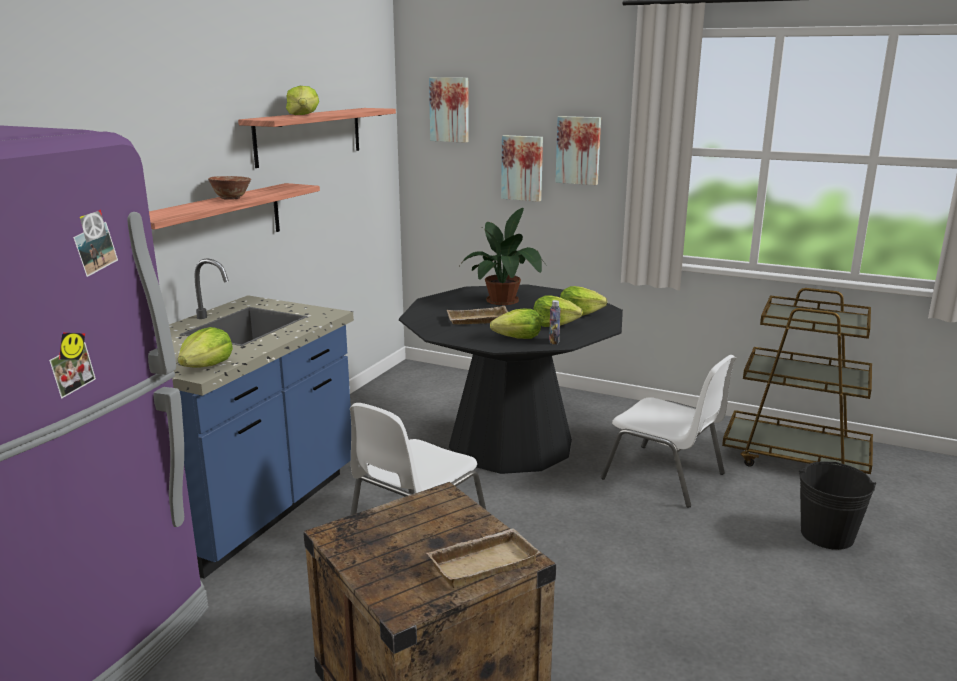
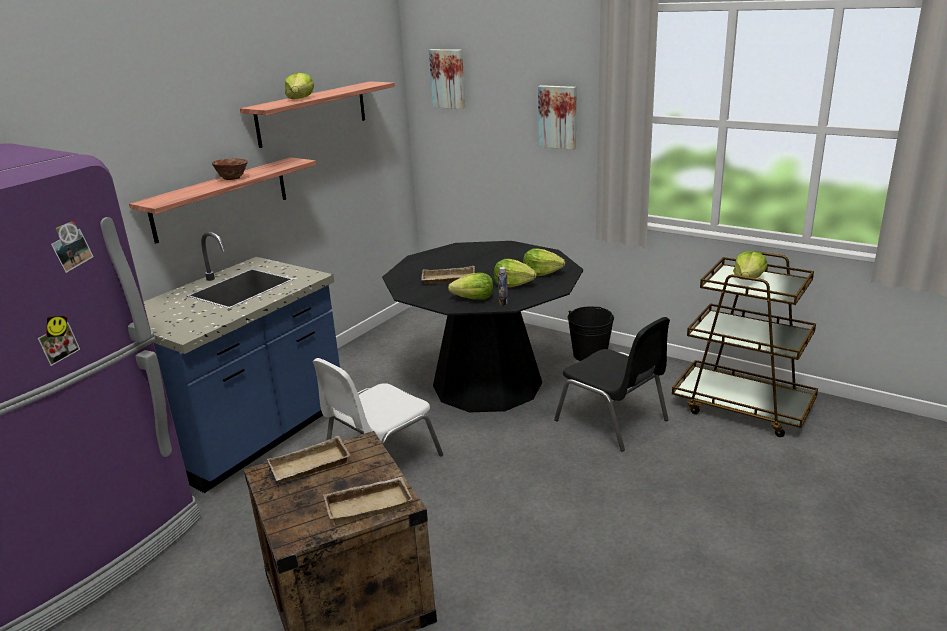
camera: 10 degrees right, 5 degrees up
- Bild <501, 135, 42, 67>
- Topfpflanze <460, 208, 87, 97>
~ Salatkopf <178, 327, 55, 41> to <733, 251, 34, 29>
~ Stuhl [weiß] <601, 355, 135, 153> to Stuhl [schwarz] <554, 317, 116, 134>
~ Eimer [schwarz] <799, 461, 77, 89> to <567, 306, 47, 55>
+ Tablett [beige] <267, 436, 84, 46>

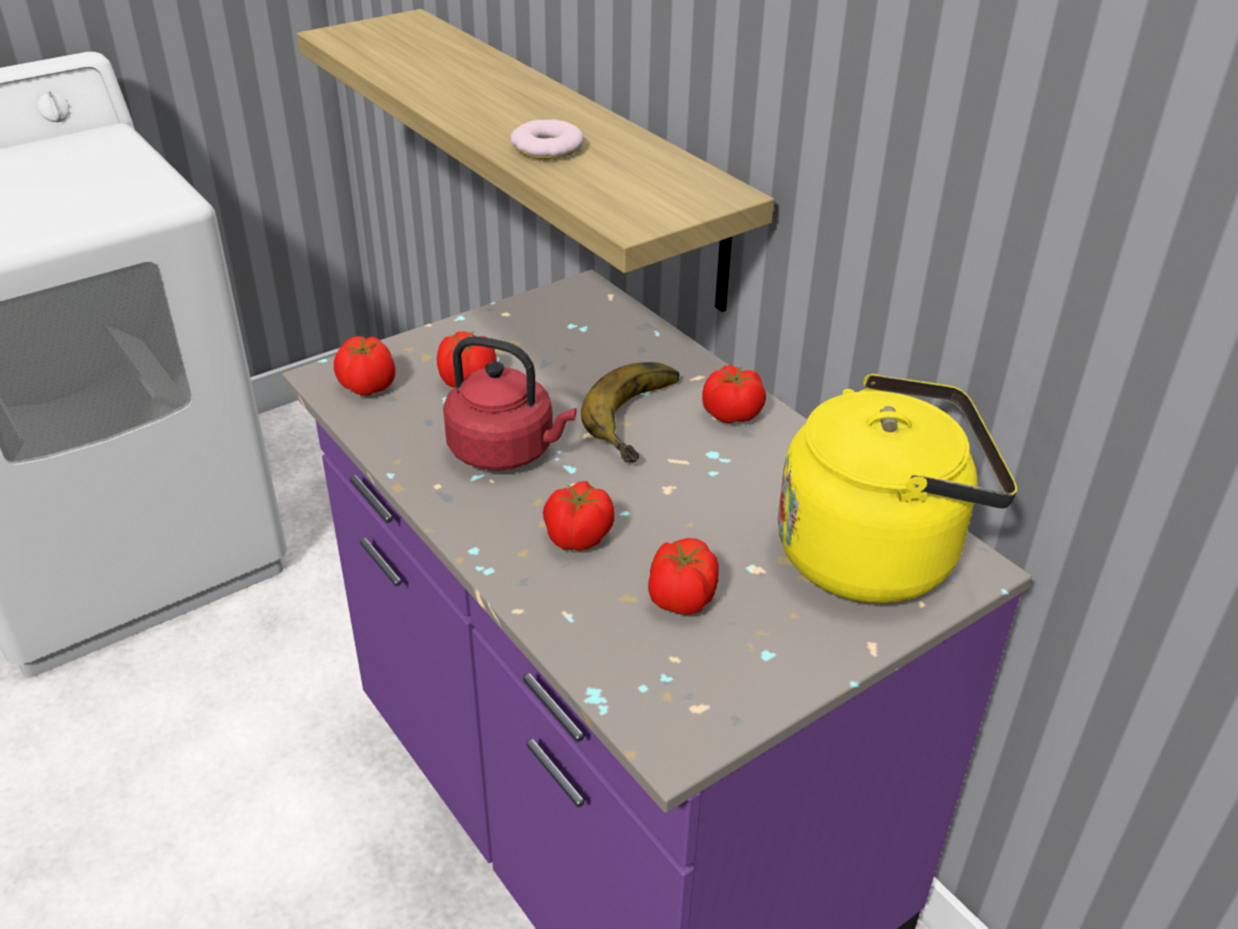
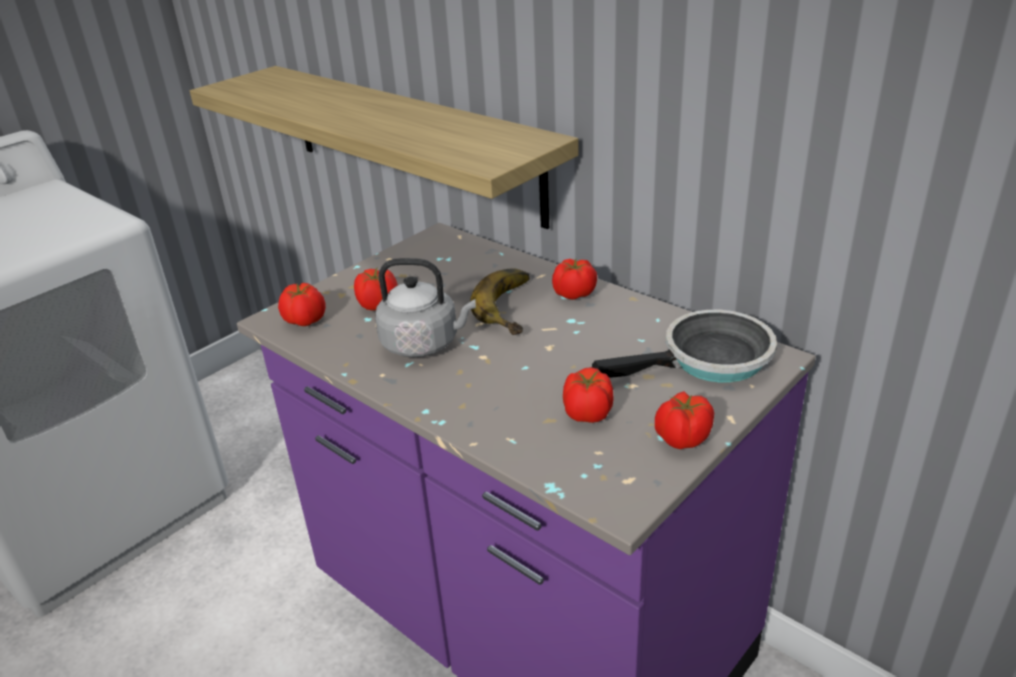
camera: 10 degrees left, 5 degrees down
- Donut <510, 120, 74, 39>
~ Wasserkessel [rot] <443, 336, 133, 135> to Wasserkessel [grau] <375, 258, 101, 99>
~ Wasserkessel [gelb] <778, 374, 239, 229> to Pfanne <592, 310, 185, 73>
~ Tomate <543, 481, 71, 70> to <655, 391, 59, 58>

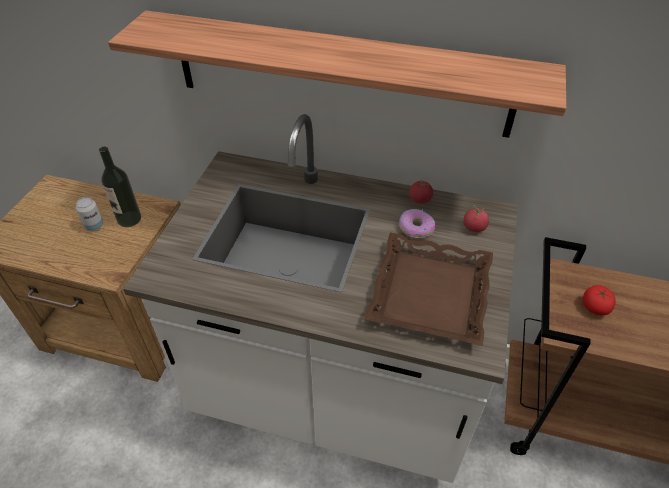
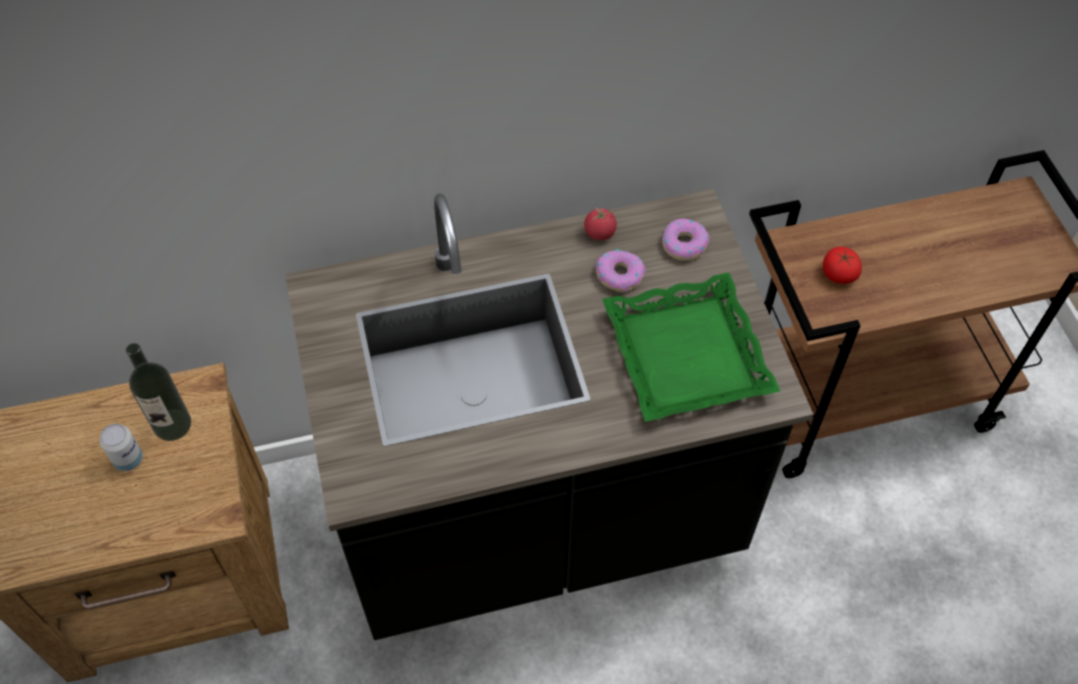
camera: 30 degrees left, 10 degrees up
- Wandregal <108, 11, 458, 127>
~ Küchenzeile [weiß] <123, 114, 395, 369> to Küchenzeile [schwarz] <285, 189, 529, 451>
~ Tomate <463, 205, 26, 27> to Donut <662, 218, 47, 43>
~ Tablett [braun] <365, 232, 128, 114> to Tablett [grün] <602, 272, 178, 150>

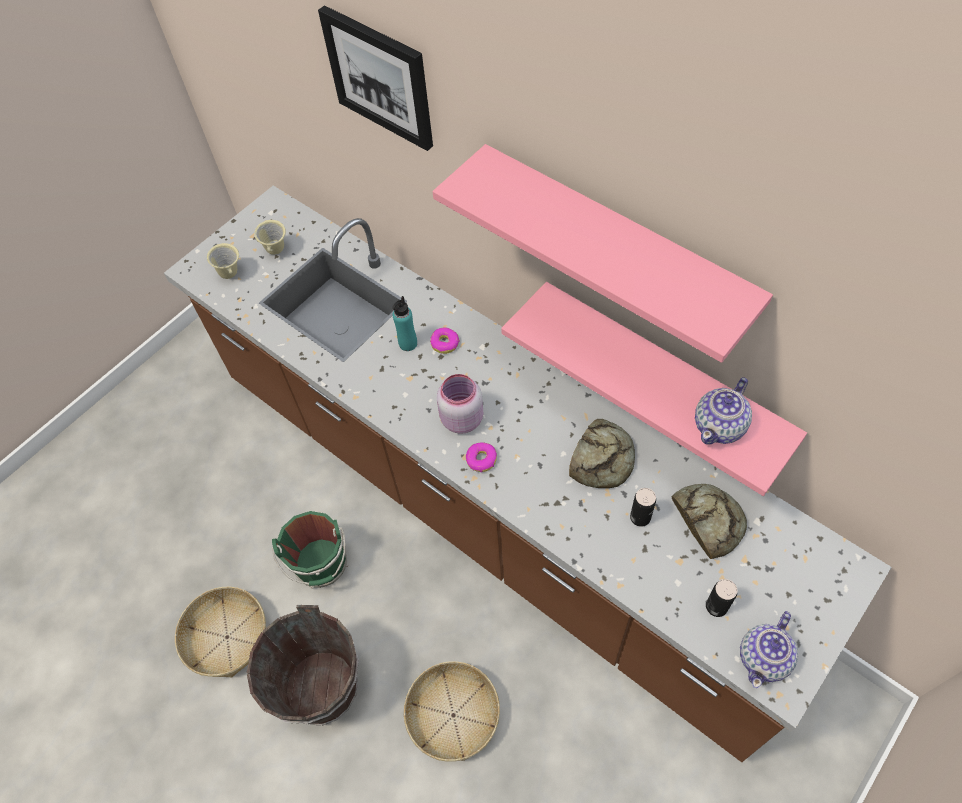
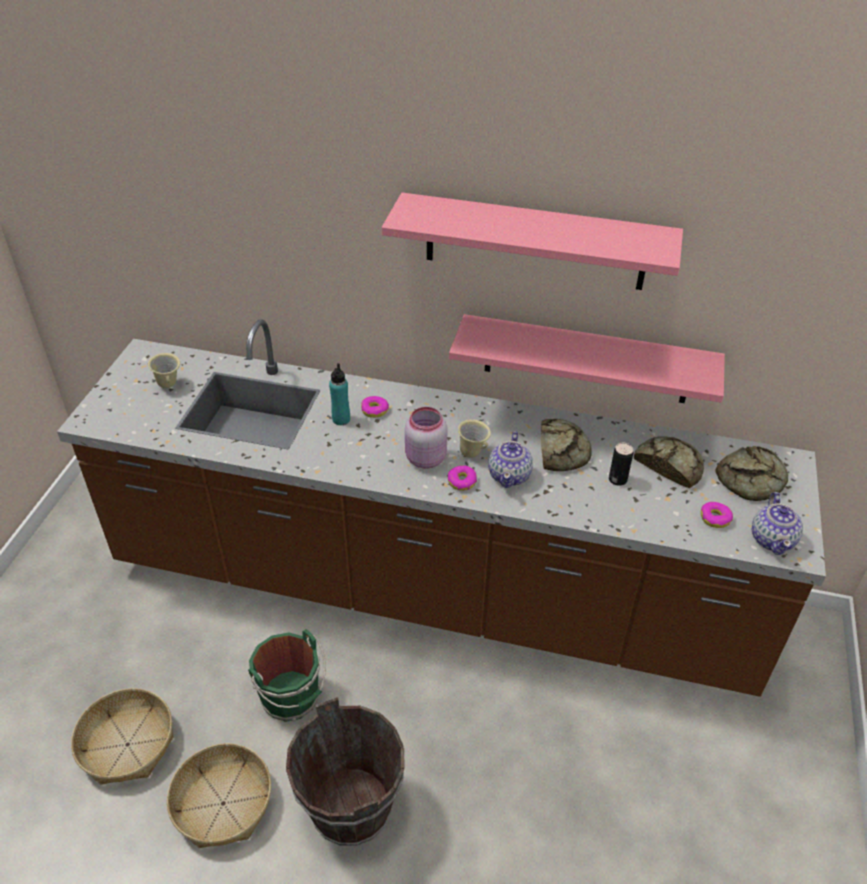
camera: 30 degrees left, 15 degrees down
- Bild <318, 5, 115, 146>
~ Henkelbecher [beige] <207, 243, 32, 36> to <458, 419, 33, 39>
~ Teekanne <695, 378, 57, 67> to <488, 431, 45, 57>
~ Dose <706, 579, 31, 38> to Donut <701, 502, 32, 26>
~ Korb <404, 661, 96, 101> to <71, 688, 103, 97>
+ Brot <715, 446, 73, 55>

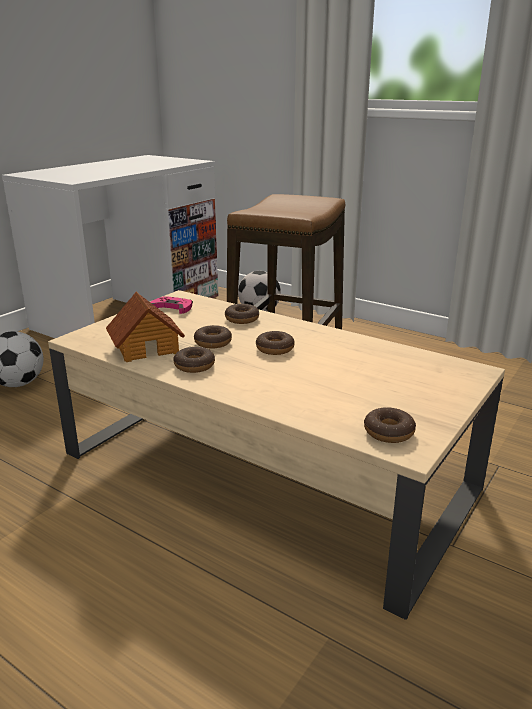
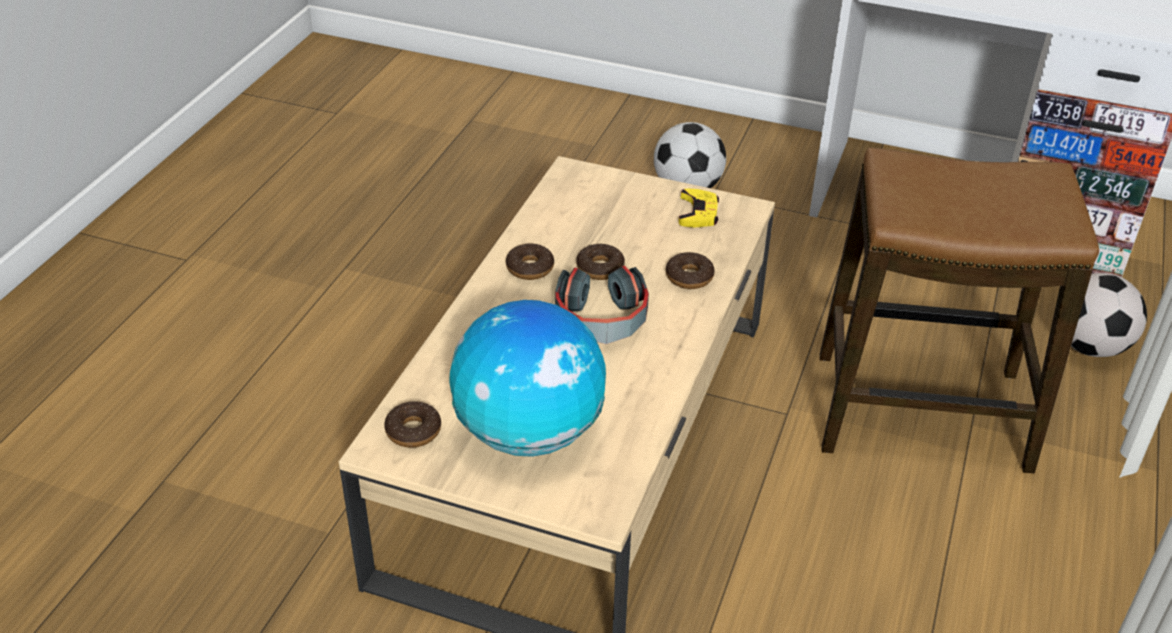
camera: 75 degrees right, 15 degrees up
- Spielzeughaus <106, 292, 79, 70>
~ Gamepad [rosa] <150, 296, 43, 18> to Gamepad [gelb] <679, 189, 40, 38>
~ Donut <256, 331, 38, 24> to Kopfhörer <555, 266, 94, 78>
+ Globus <449, 300, 157, 157>

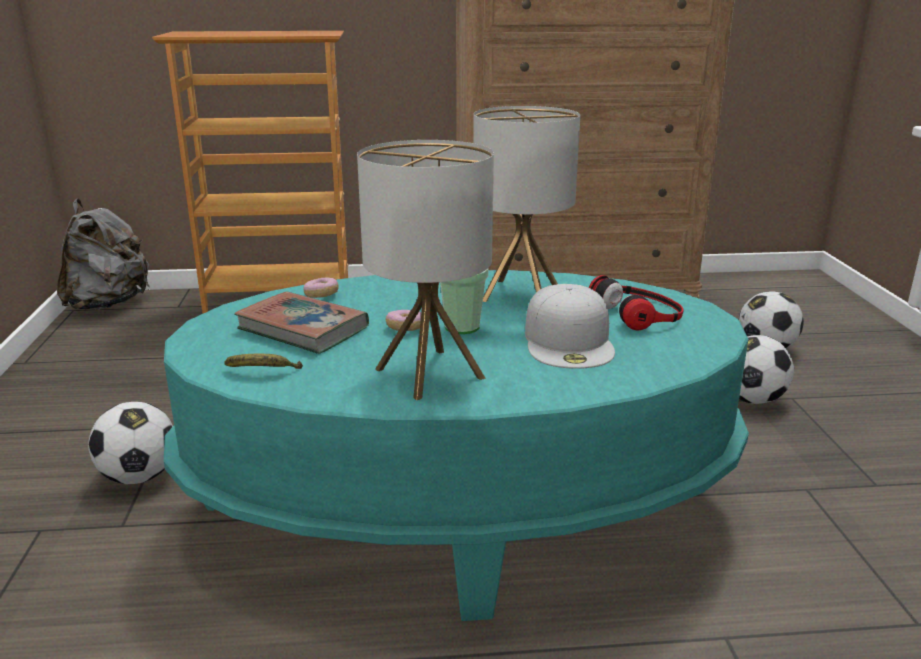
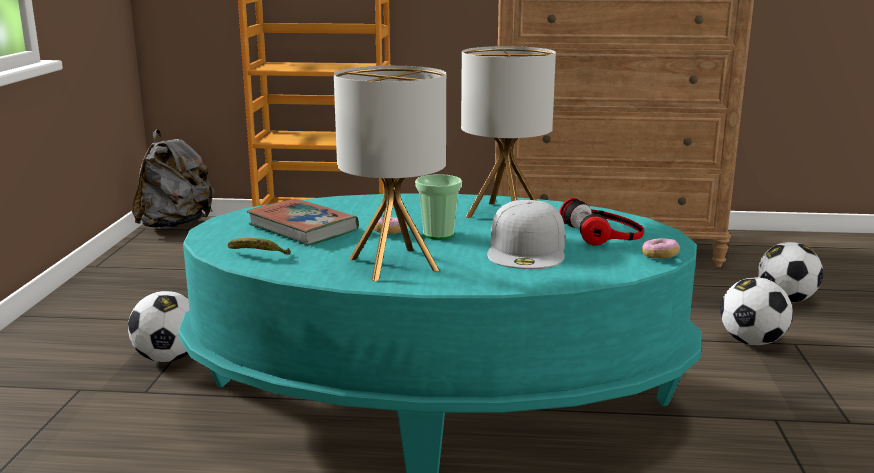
camera: 10 degrees right, 5 degrees down
~ Donut <303, 277, 36, 21> to <642, 238, 38, 20>

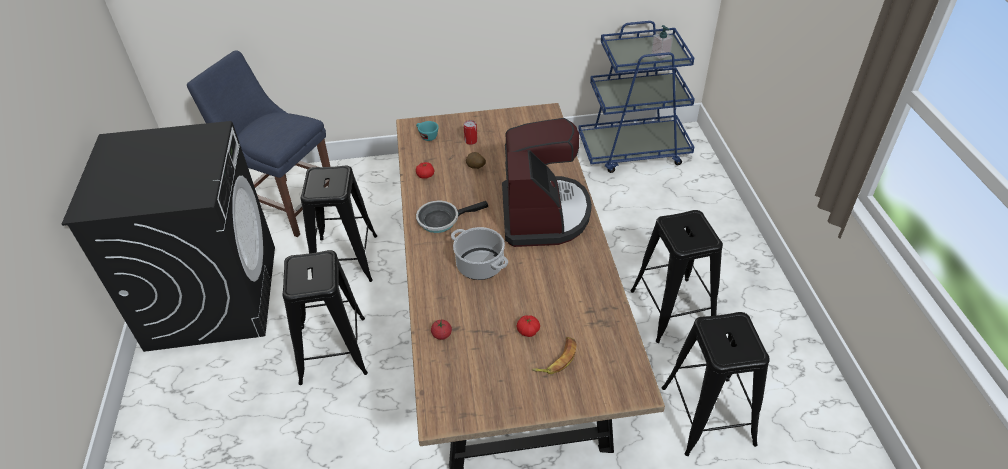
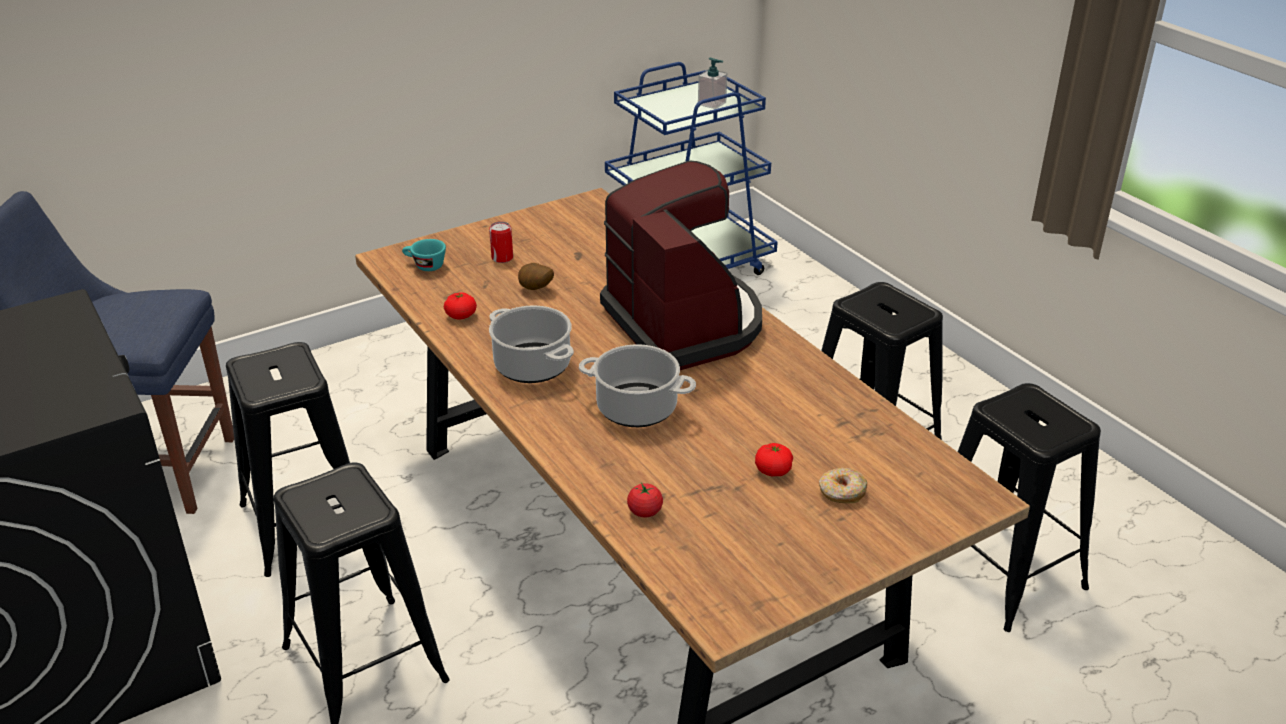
camera: 25 degrees left, 10 degrees down
~ Pfanne <416, 201, 72, 32> to Kochtopf <489, 305, 85, 78>
~ Banane <532, 337, 45, 37> to Donut <819, 468, 48, 35>

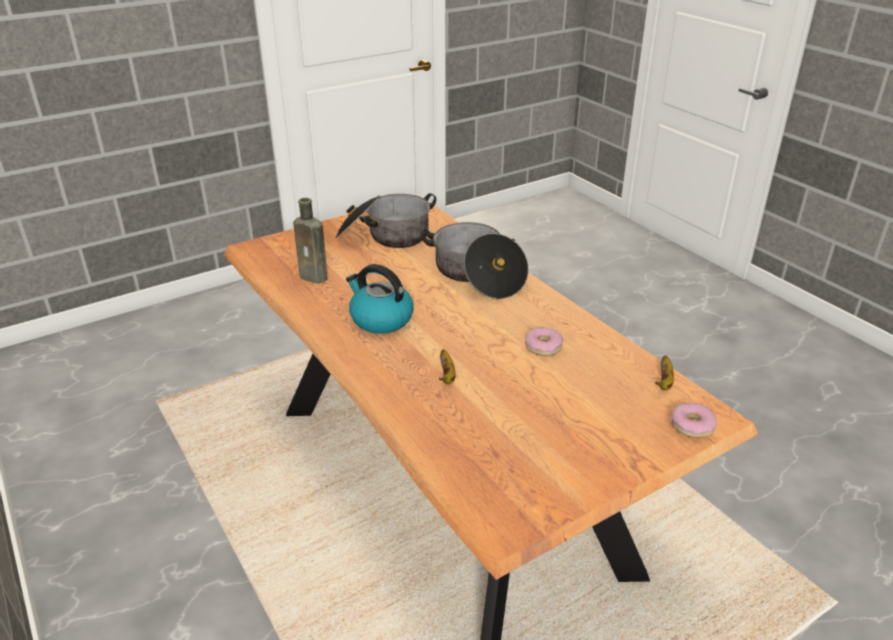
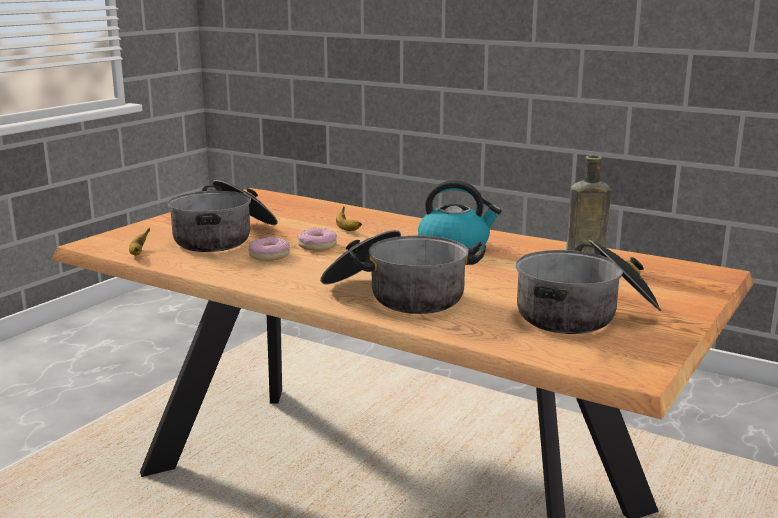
camera: 155 degrees right, 15 degrees down
~ Donut <671, 403, 46, 35> to <298, 228, 39, 23>
+ Kochtopf <167, 180, 111, 72>

